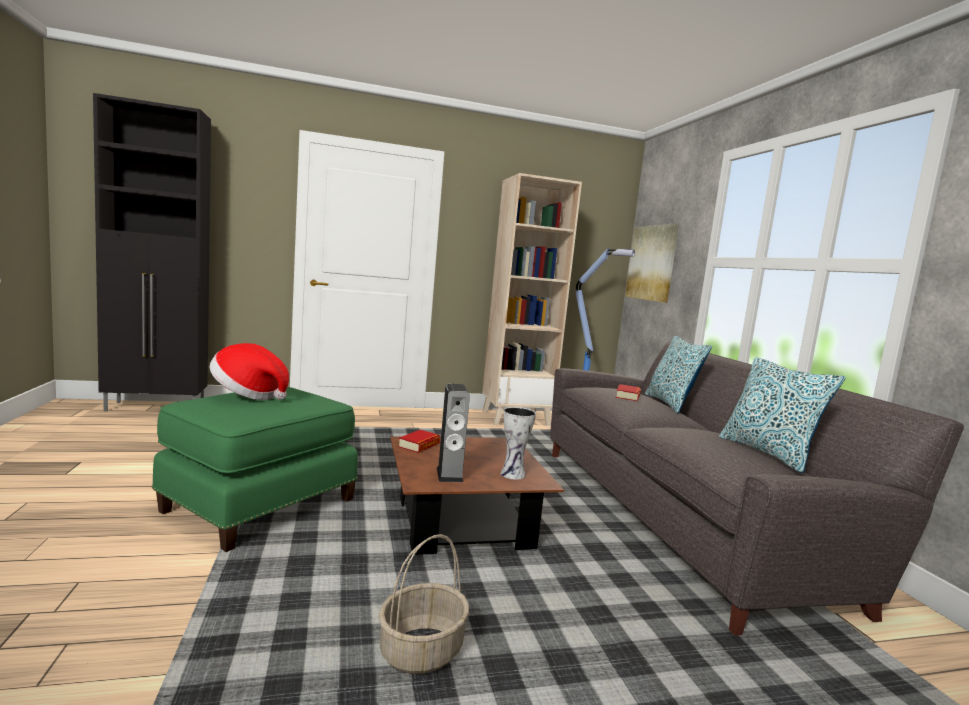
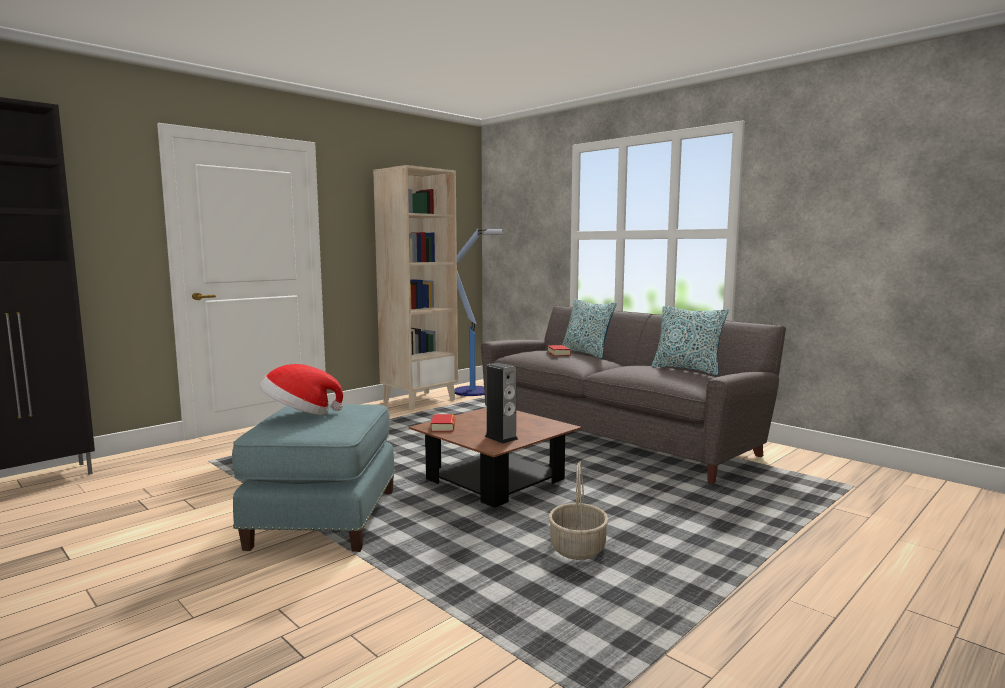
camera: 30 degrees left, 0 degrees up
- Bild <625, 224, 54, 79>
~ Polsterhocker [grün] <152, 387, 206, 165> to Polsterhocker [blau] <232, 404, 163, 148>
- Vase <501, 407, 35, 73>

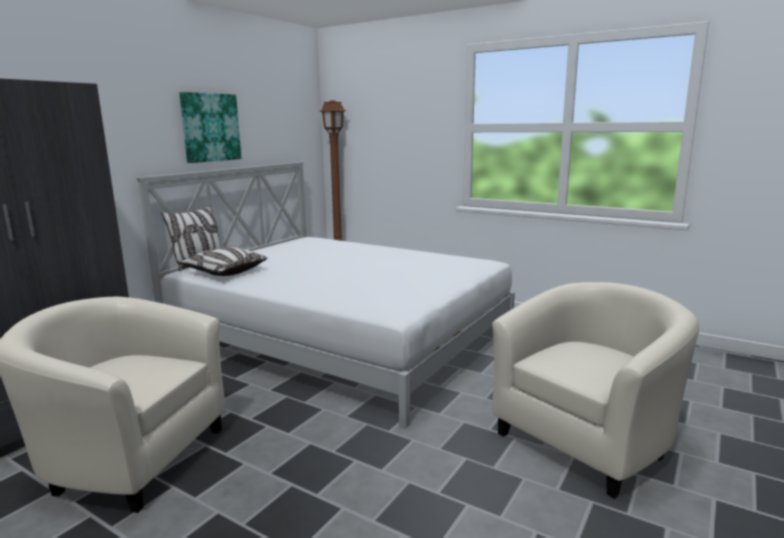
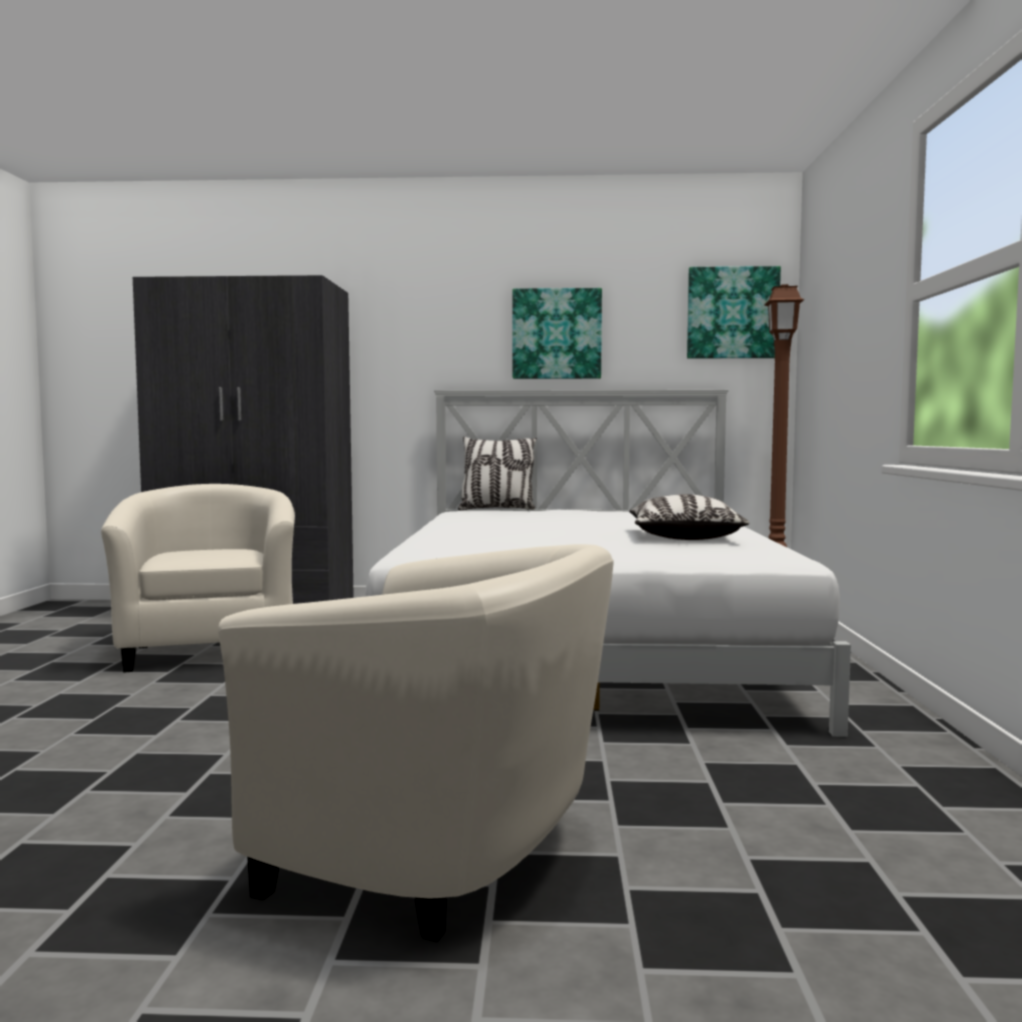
camera: 60 degrees right, 10 degrees down
~ Kissen <179, 246, 88, 30> to <629, 494, 120, 46>
+ Bild <687, 266, 94, 92>

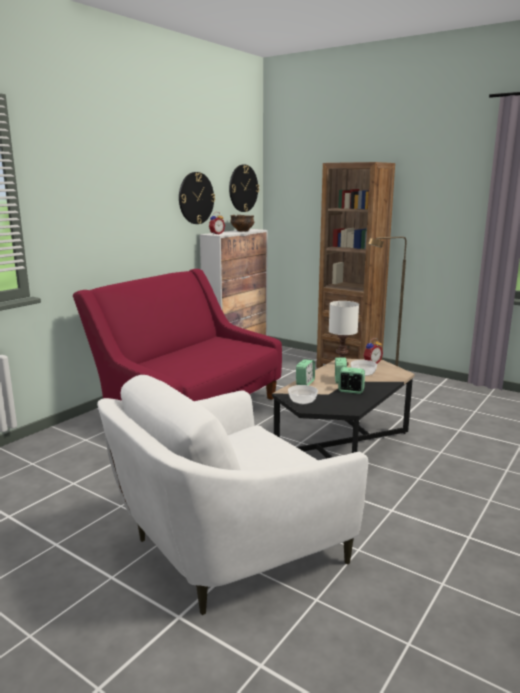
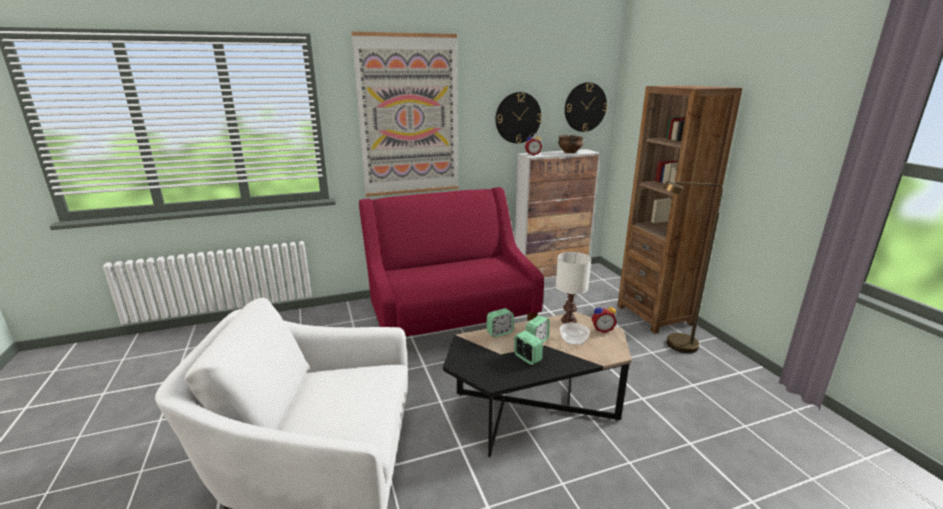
camera: 35 degrees right, 5 degrees up
- Schüssel <288, 385, 30, 19>
+ Bild <351, 32, 108, 165>

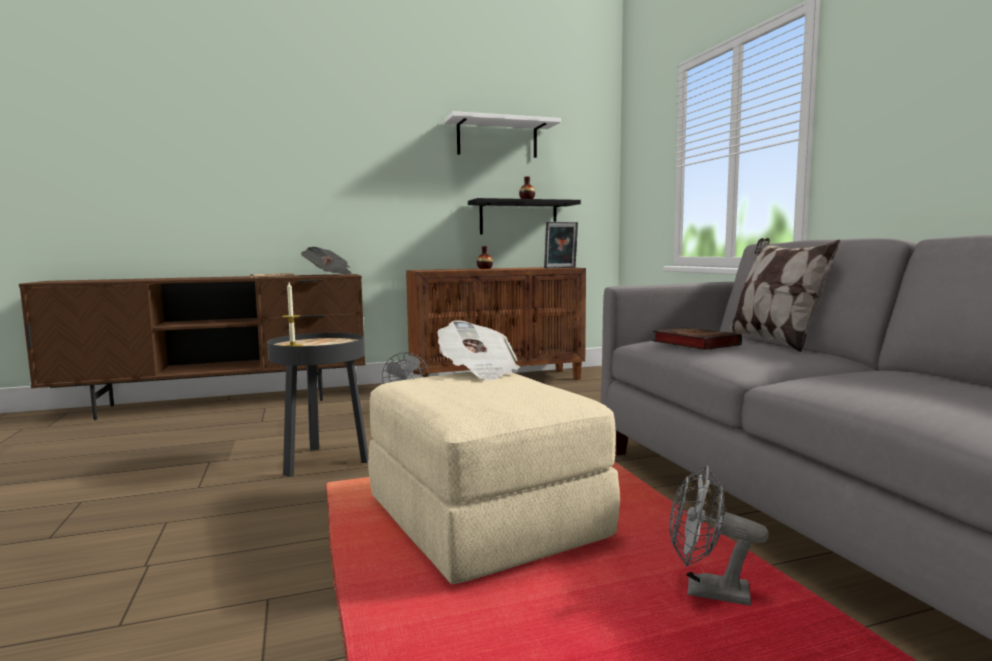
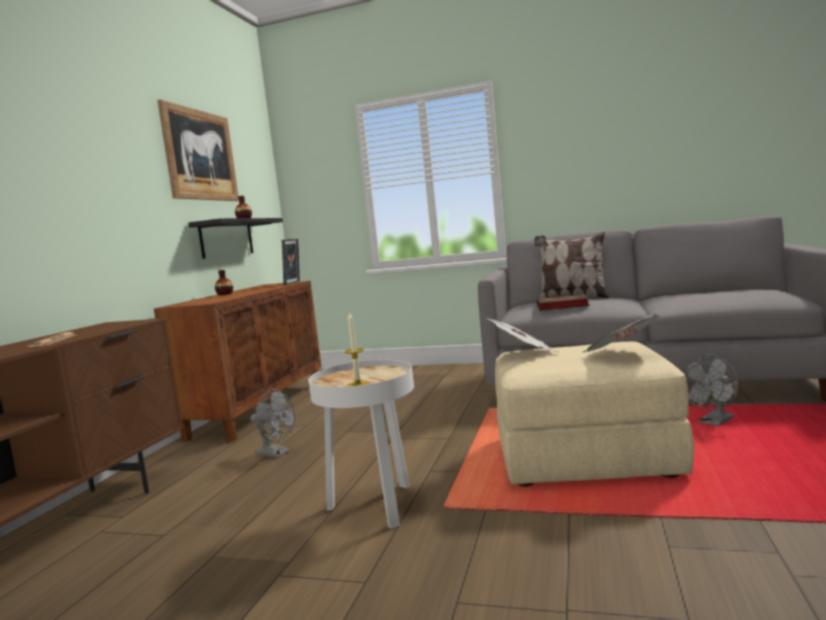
camera: 55 degrees left, 0 degrees up
~ Wandregal [weiß] <444, 111, 117, 47> to Bild <157, 99, 82, 102>
~ Zeitung <301, 247, 51, 27> to <583, 314, 77, 38>
~ Beistelltisch [schwarz] <267, 333, 101, 144> to Beistelltisch [weiß] <308, 360, 106, 169>

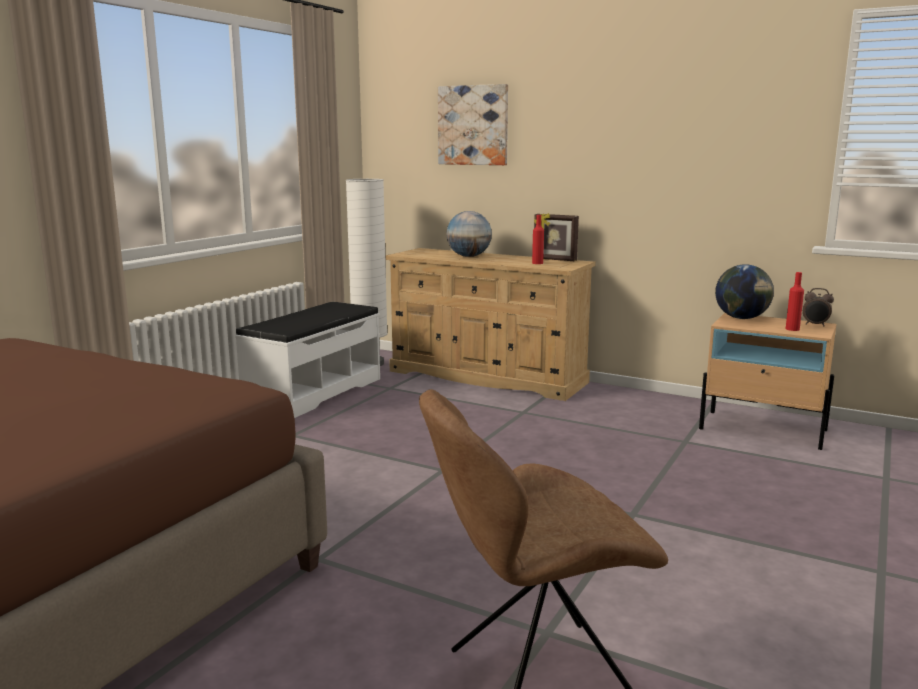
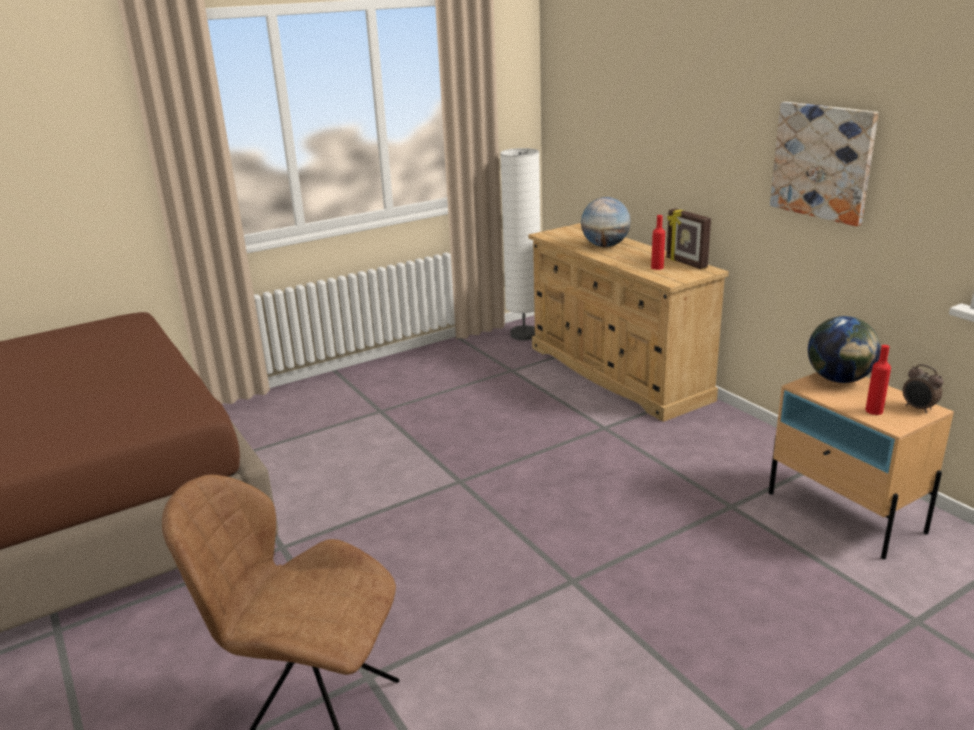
camera: 30 degrees right, 10 degrees up
~ Bild <438, 84, 70, 81> to <770, 102, 109, 124>
- Bank [weiß] <235, 302, 145, 116>

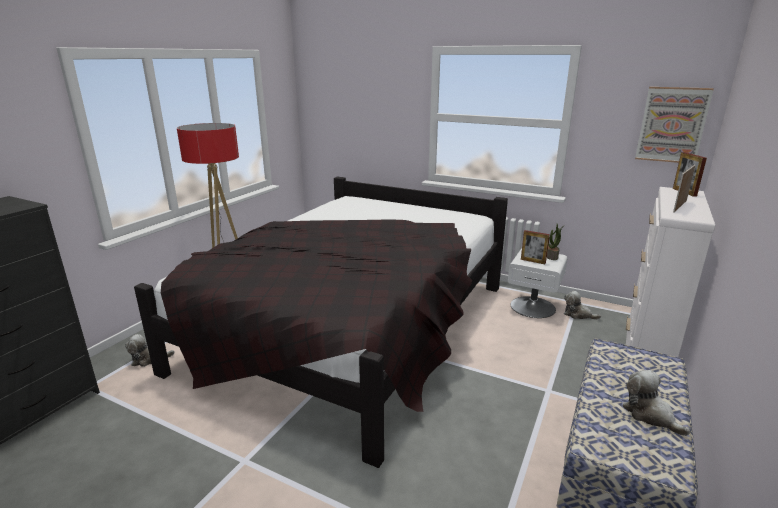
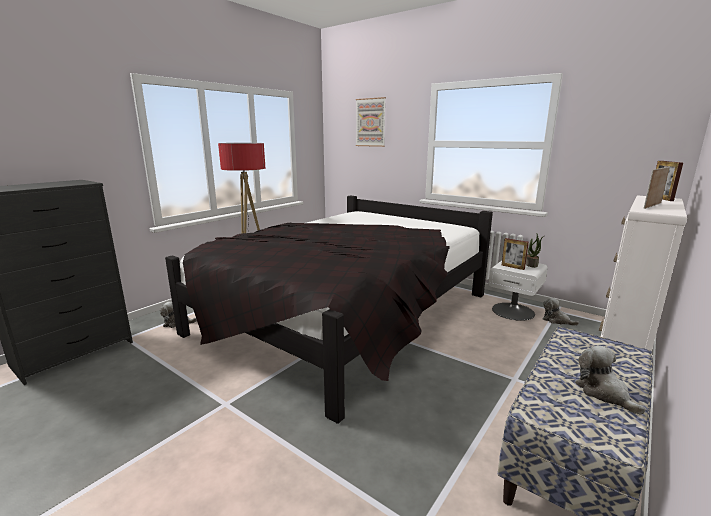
camera: 10 degrees right, 5 degrees down
~ Bild <635, 87, 79, 76> to <356, 97, 30, 50>

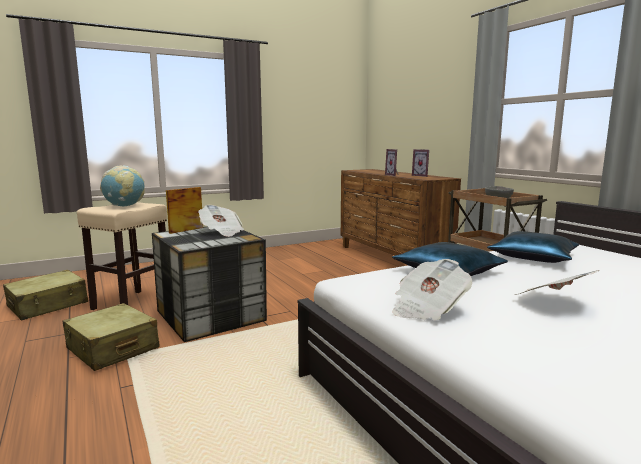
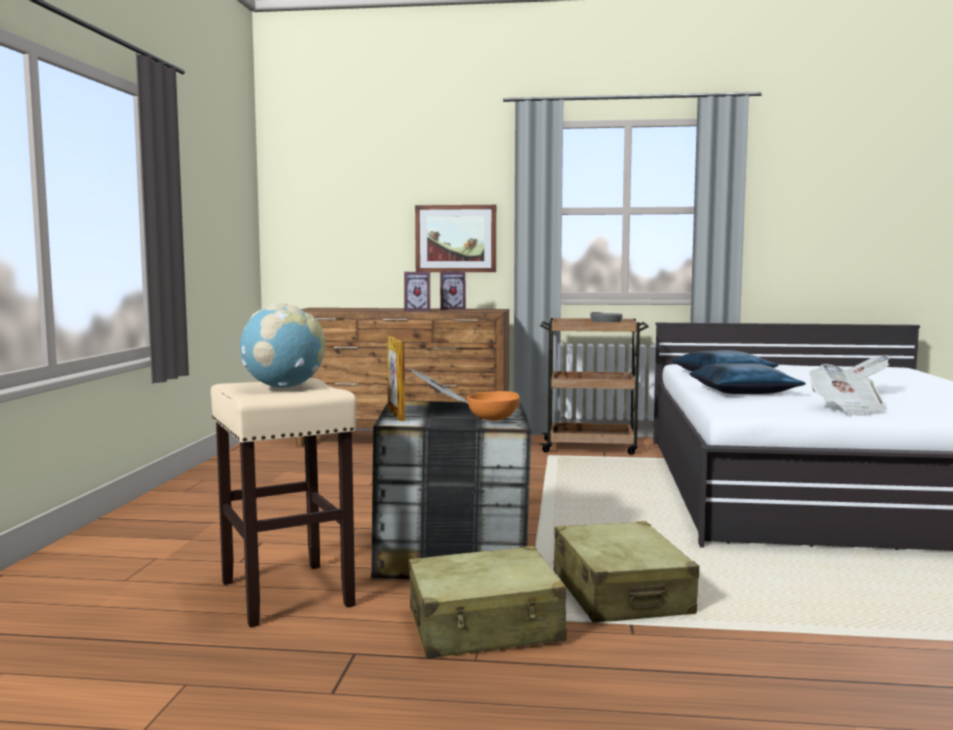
camera: 55 degrees left, 5 degrees down
~ Koffer [beige] <3, 270, 85, 51> to <553, 521, 146, 101>
+ Bild <415, 205, 81, 67>
+ Schüssel [orange] <467, 391, 53, 30>

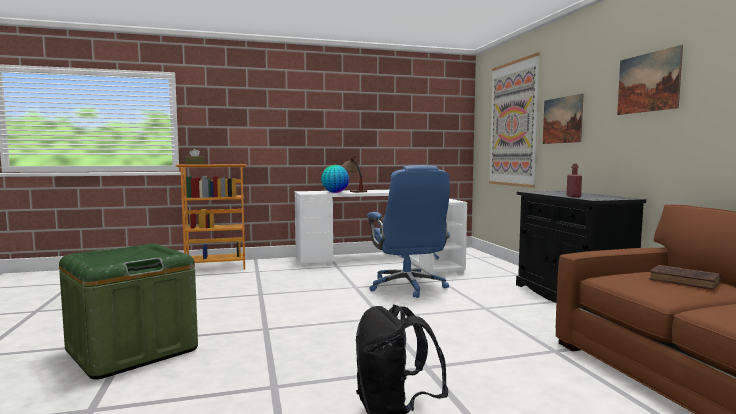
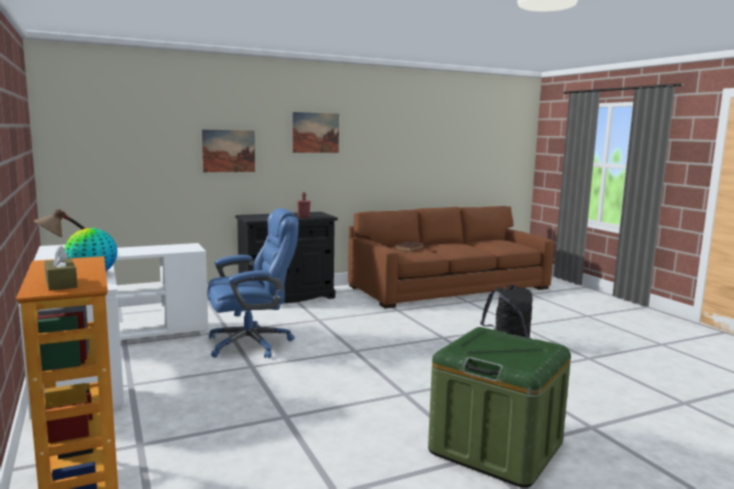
camera: 100 degrees left, 5 degrees up
- Bild <489, 52, 51, 136>

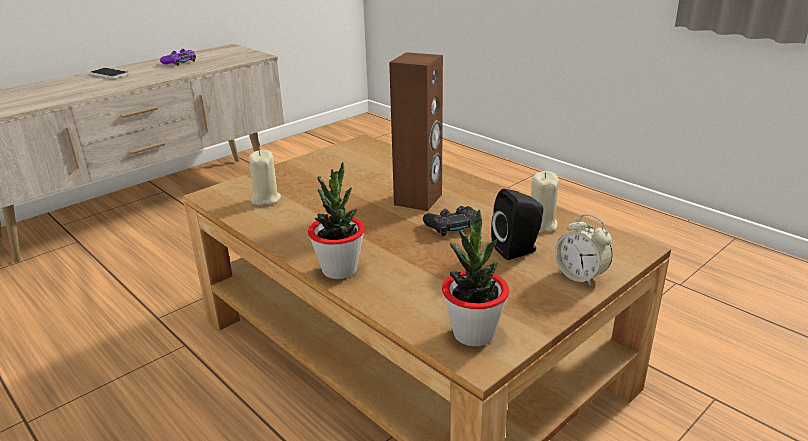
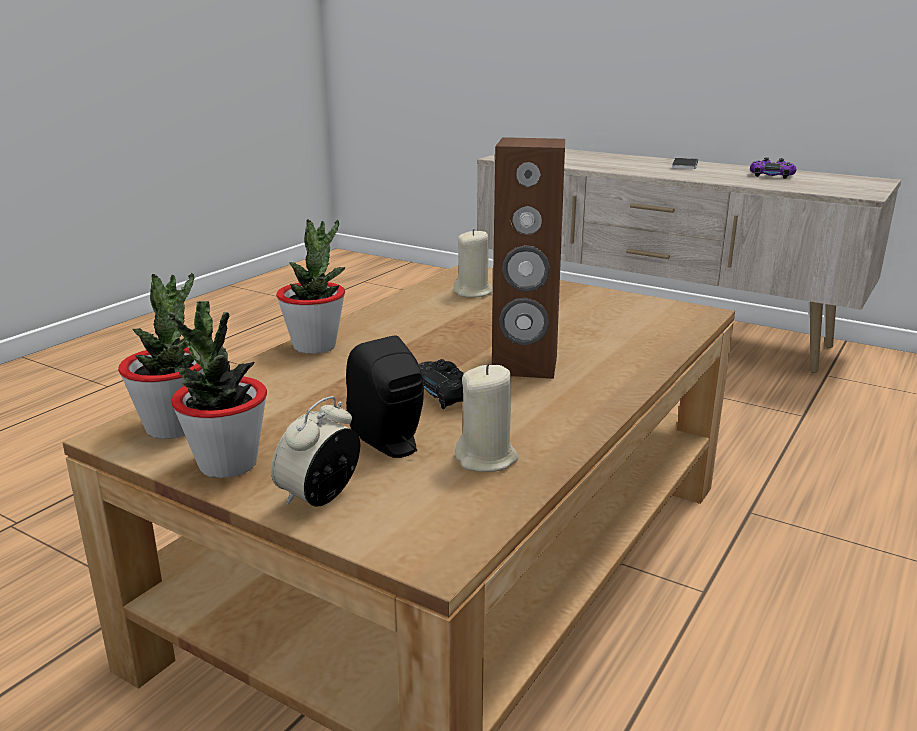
camera: 75 degrees right, 5 degrees down
+ Topfpflanze <169, 301, 98, 177>

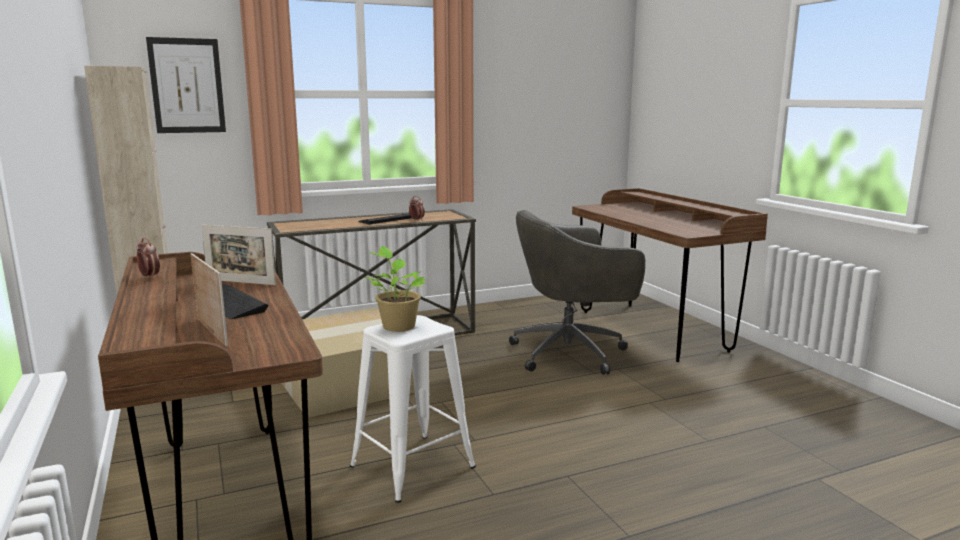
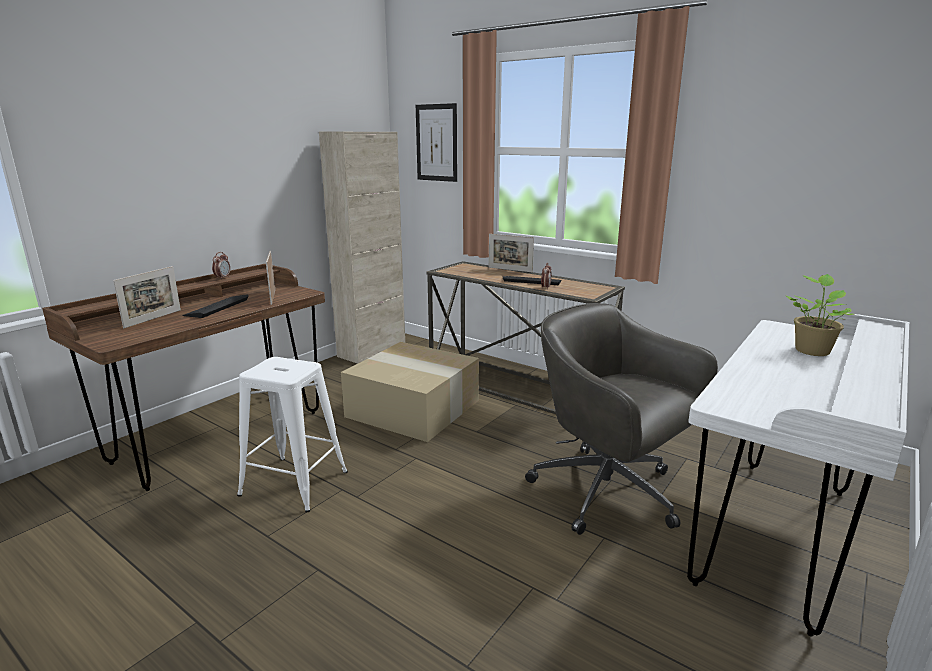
camera: 60 degrees right, 5 degrees up
~ Schreibtisch [braun] <572, 188, 196, 174> to Schreibtisch [weiß] <687, 313, 223, 323>
~ Topfpflanze <365, 246, 62, 86> to <786, 274, 69, 82>
+ Bilderrahmen <489, 234, 45, 38>

